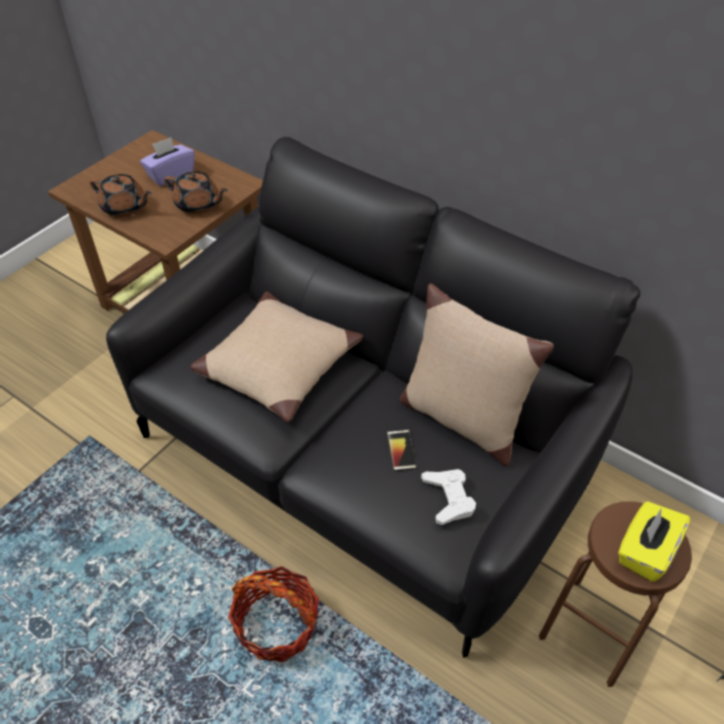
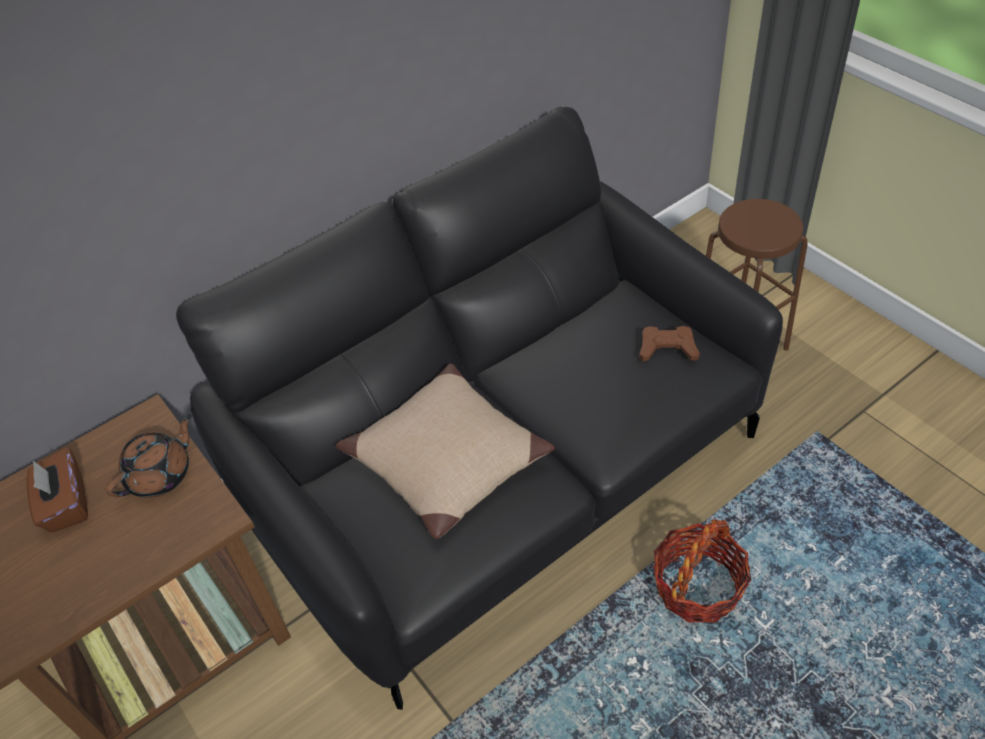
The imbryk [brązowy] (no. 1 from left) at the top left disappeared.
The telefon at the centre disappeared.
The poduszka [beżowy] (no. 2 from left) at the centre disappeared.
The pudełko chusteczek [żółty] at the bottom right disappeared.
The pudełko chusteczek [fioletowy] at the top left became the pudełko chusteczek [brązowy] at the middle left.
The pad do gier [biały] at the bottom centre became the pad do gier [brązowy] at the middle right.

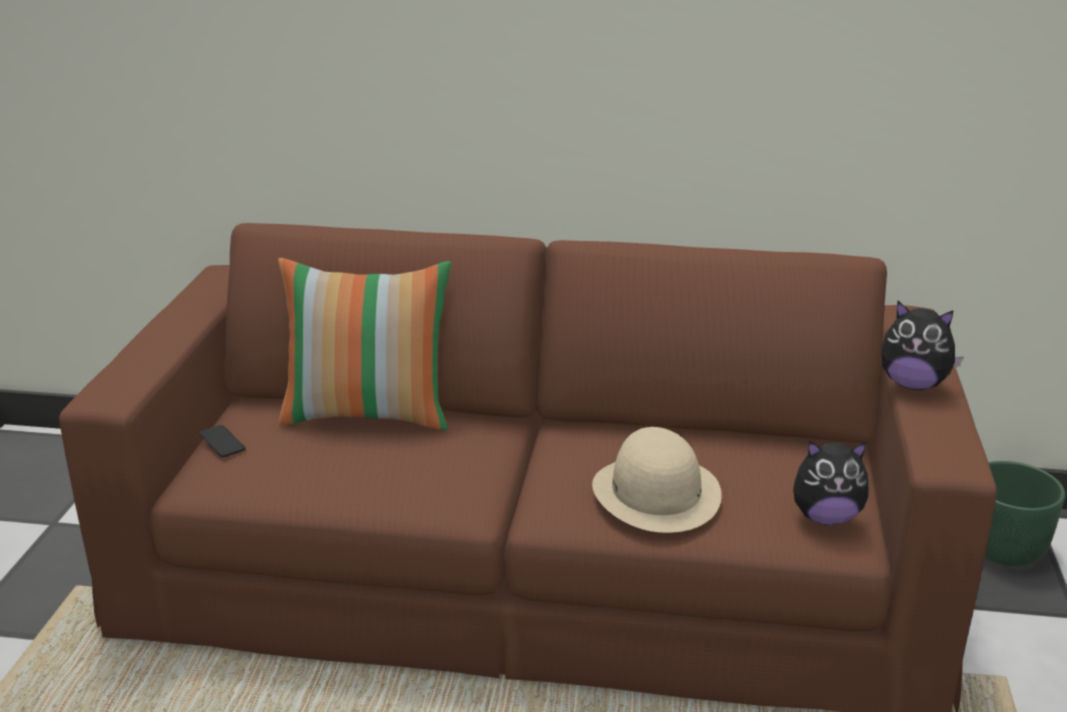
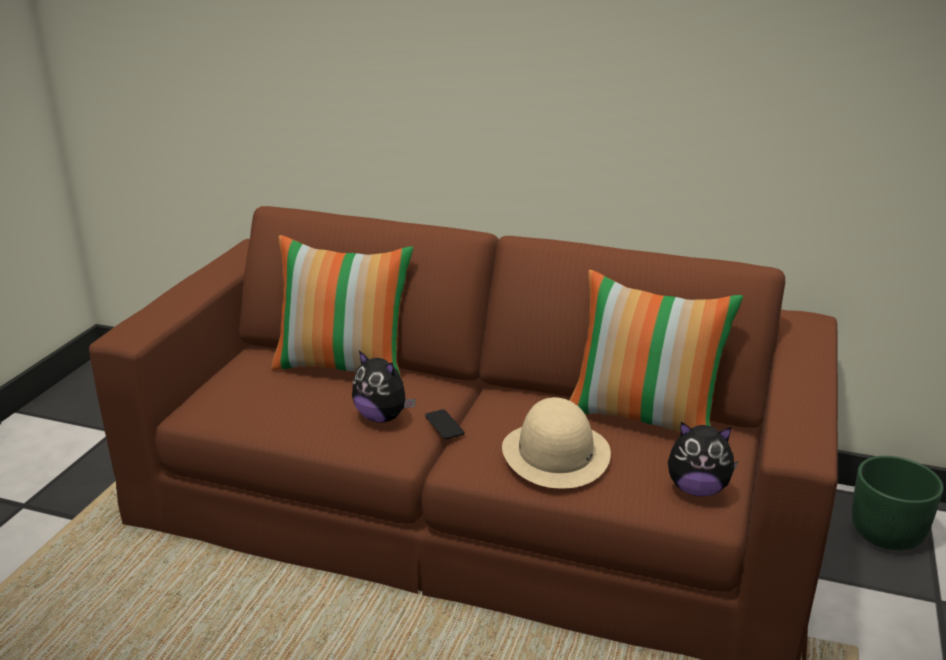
The poduszka (no. 2 from left) at the middle right appeared.
The telefon moved from the middle left to the centre.
The pluszak (no. 2 from left in the first image) moved from the middle right to the centre.

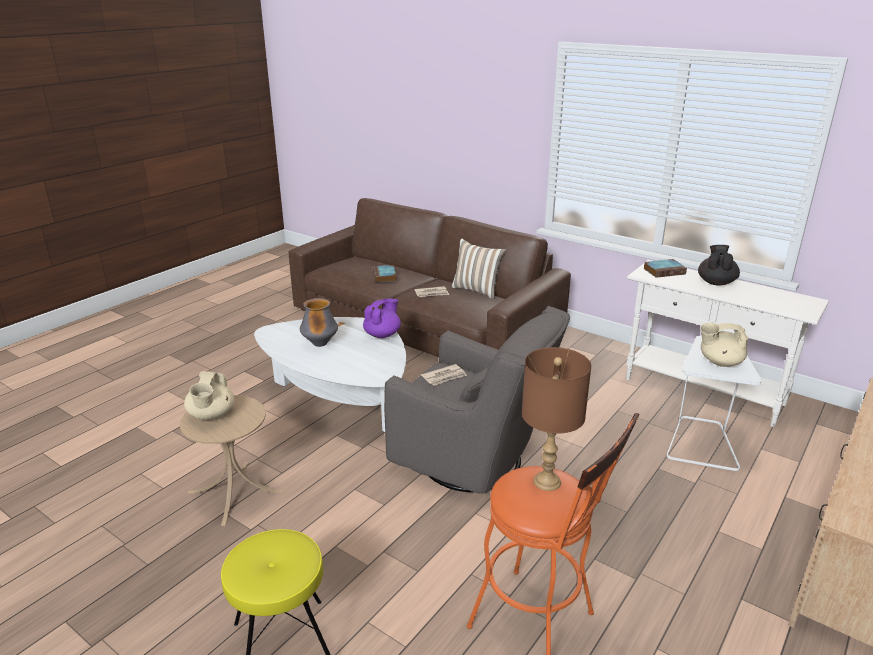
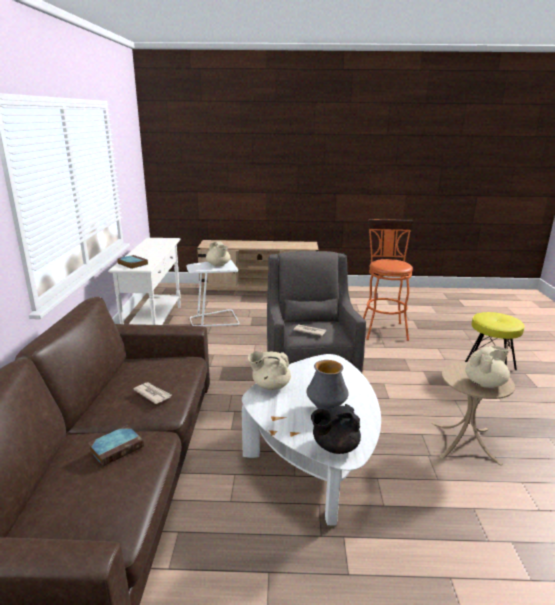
The poduszka at the centre disappeared.
The lampa stołowa [brązowy] at the centre disappeared.
The imbryk [czarny] moved from the middle right to the bottom centre.
The imbryk [fioletowy] at the centre became the imbryk [beżowy] (no. 2 from left) at the centre.

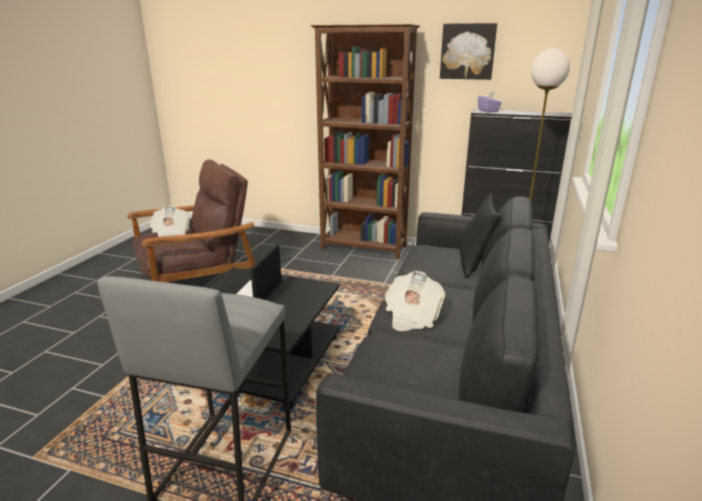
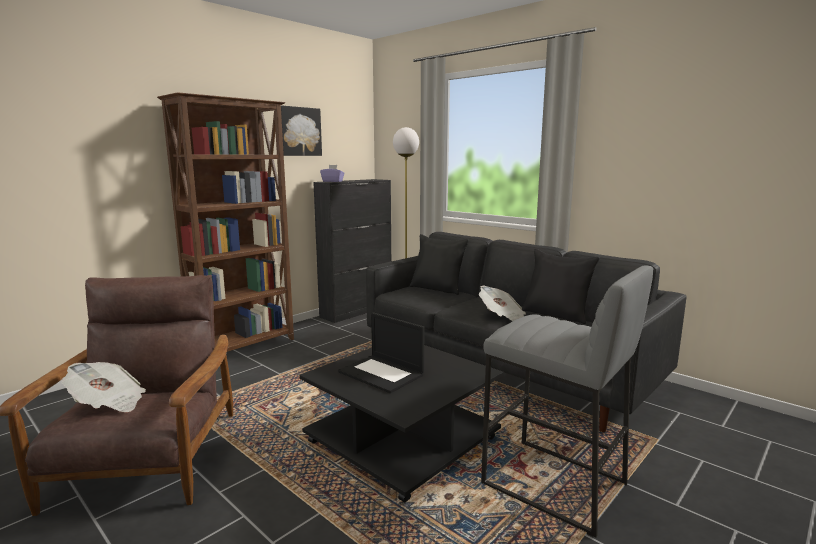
The poduszka [czarny] (no. 2 from left) at the middle right appeared.

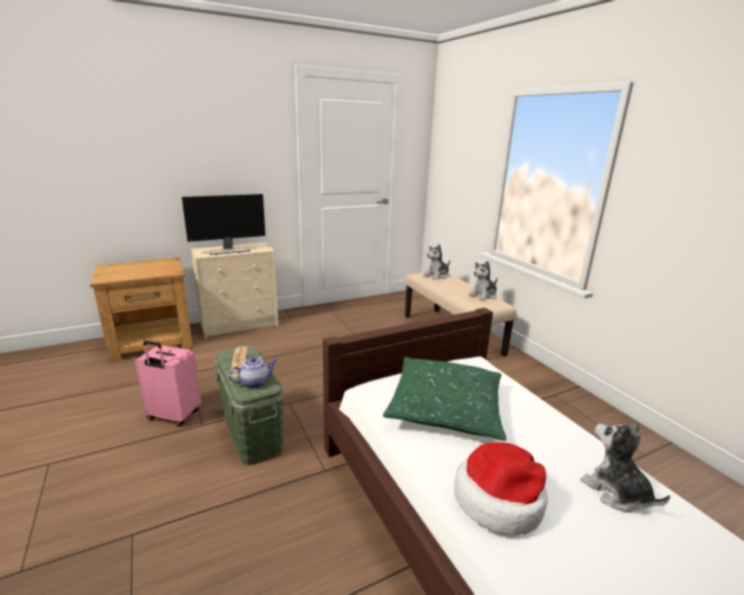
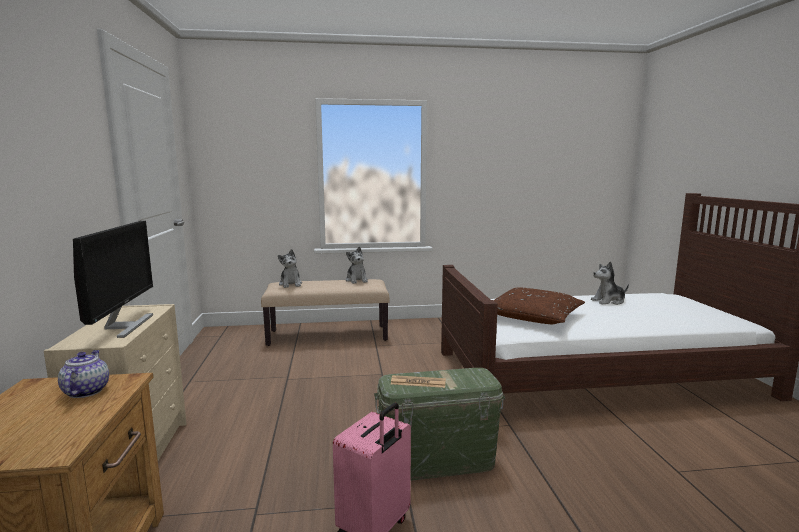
The kapelusz at the bottom right disappeared.
The imbryk moved from the centre to the bottom left.
The poduszka [zielony] at the bottom centre became the poduszka [brązowy] at the middle right.

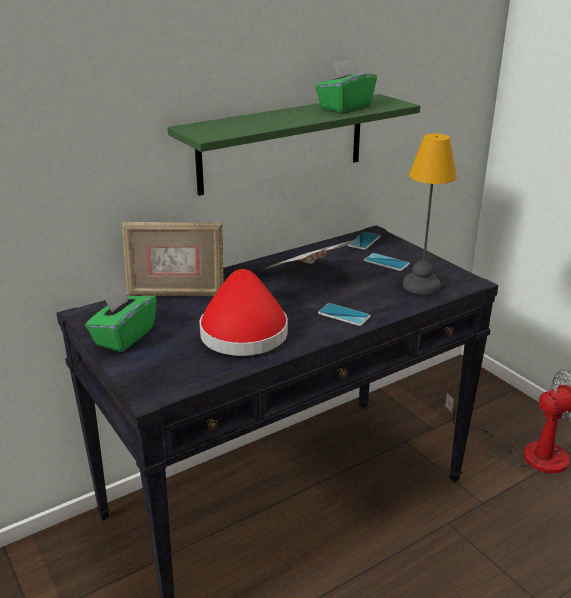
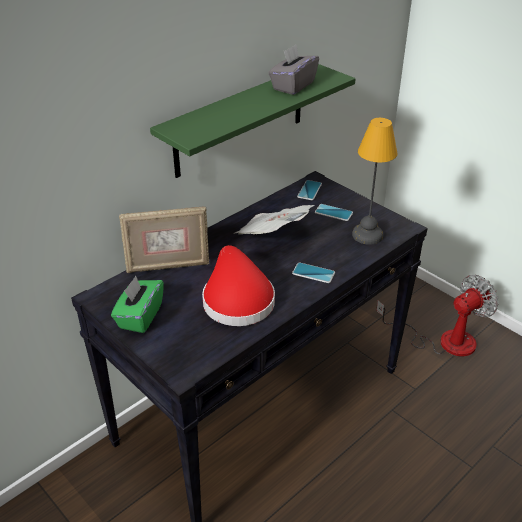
The pudełko chusteczek [zielony] (no. 2 from left) at the top centre became the pudełko chusteczek [szary] at the top centre.

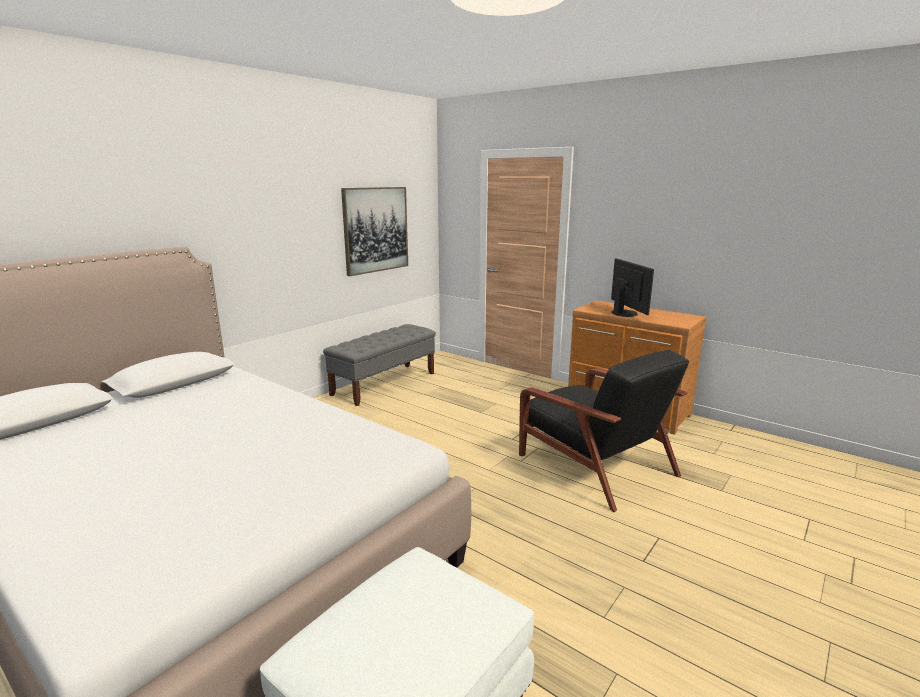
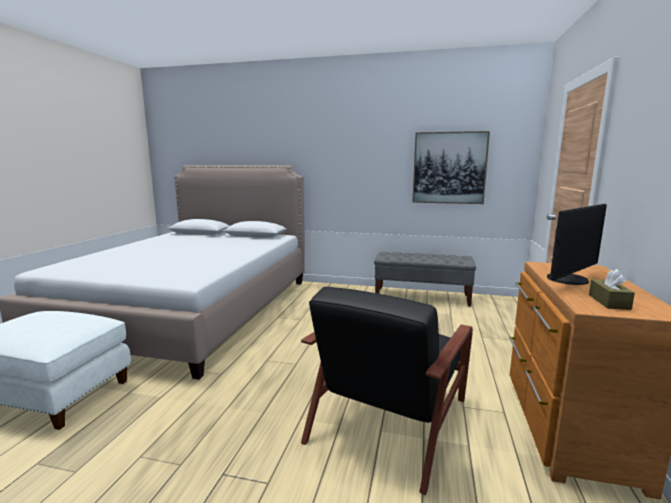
The pudełko chusteczek [brązowy] at the middle right appeared.

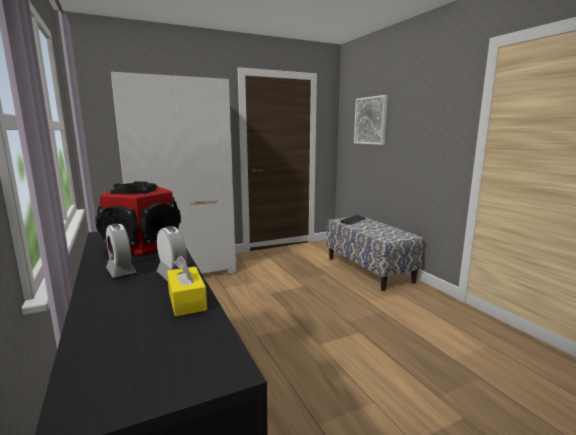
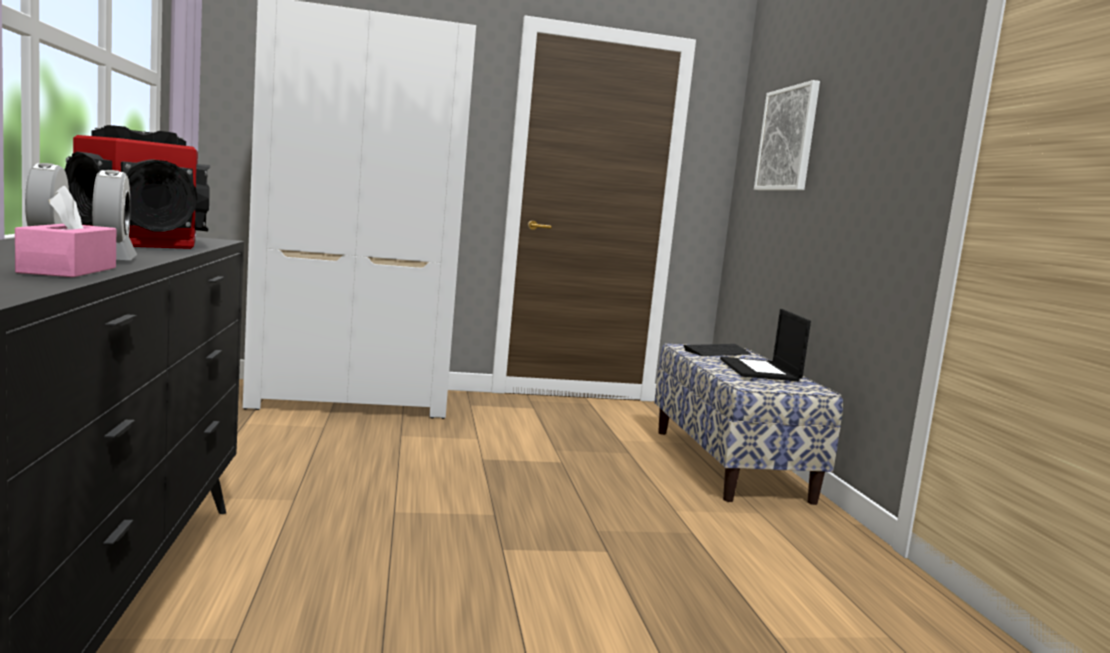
The laptop at the middle right appeared.
The pudełko chusteczek [żółty] at the middle left became the pudełko chusteczek [różowy] at the middle left.

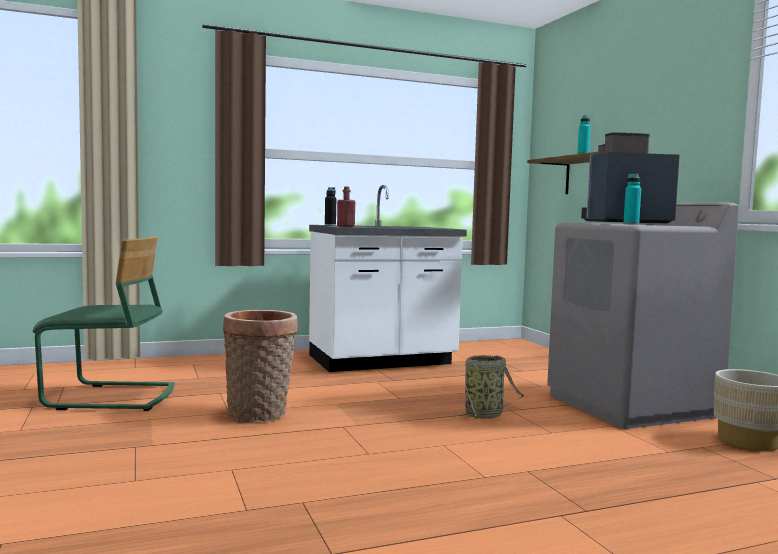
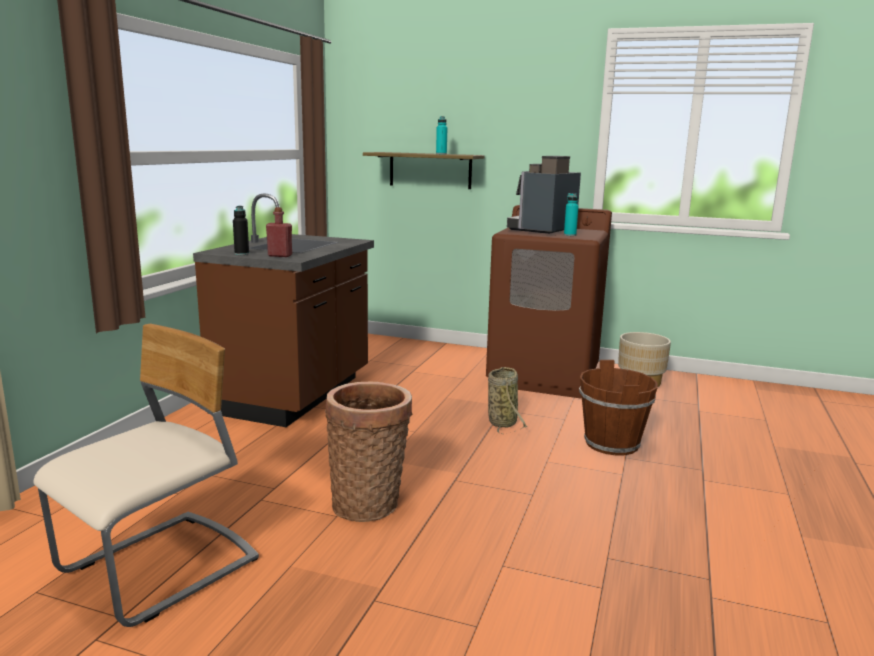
The wiadro [brązowy] at the middle right appeared.
The krzesło [zielony] at the middle left became the krzesło [beżowy] at the bottom left.
The zabudowa kuchenna [biały] at the centre became the zabudowa kuchenna [brązowy] at the middle left.
The pralka [szary] at the middle right became the pralka [brązowy] at the centre.

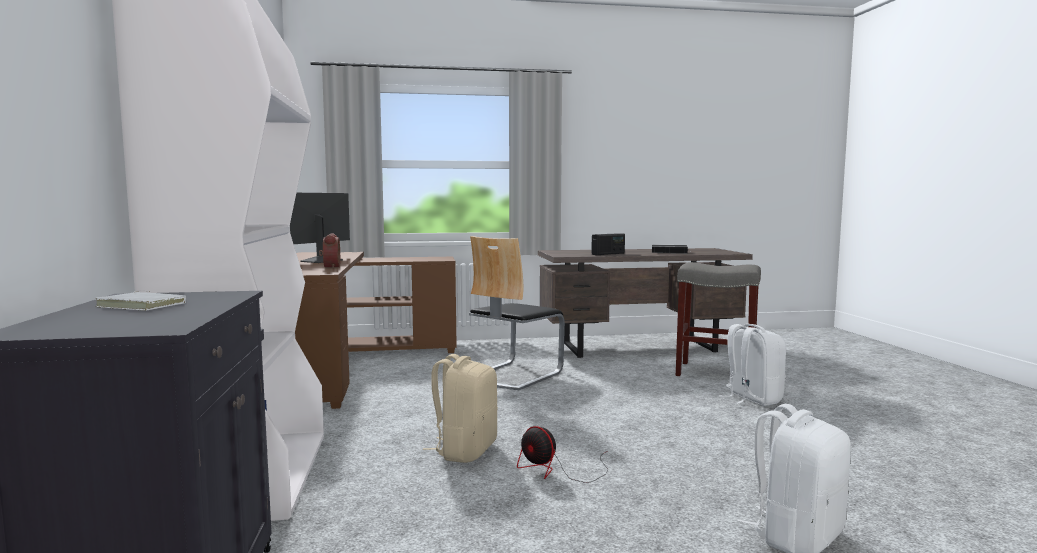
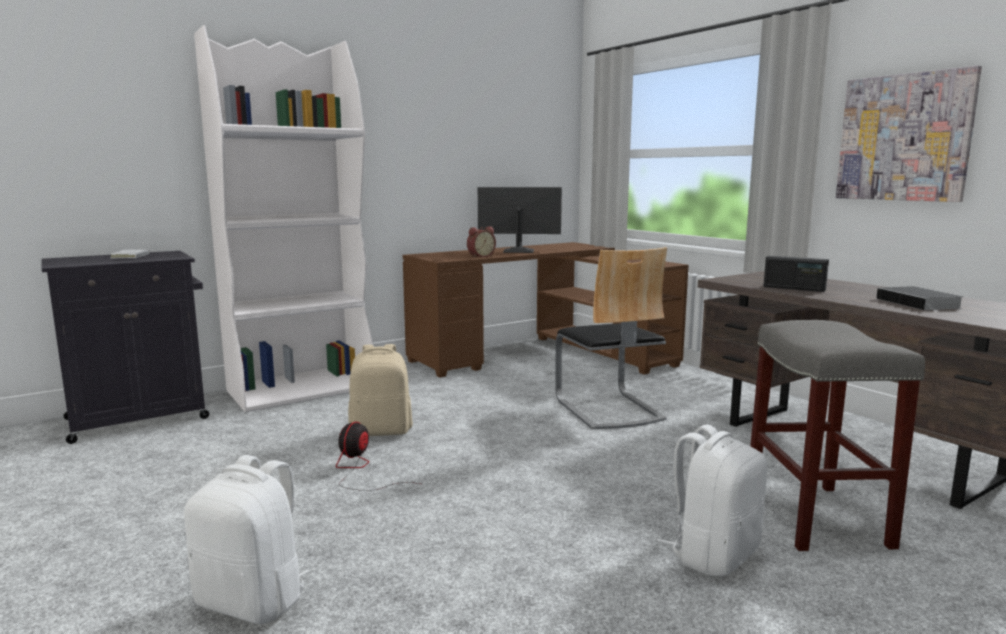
The obraz at the top right appeared.
The krzesło at the centre turned 120 degrees counterclockwise.

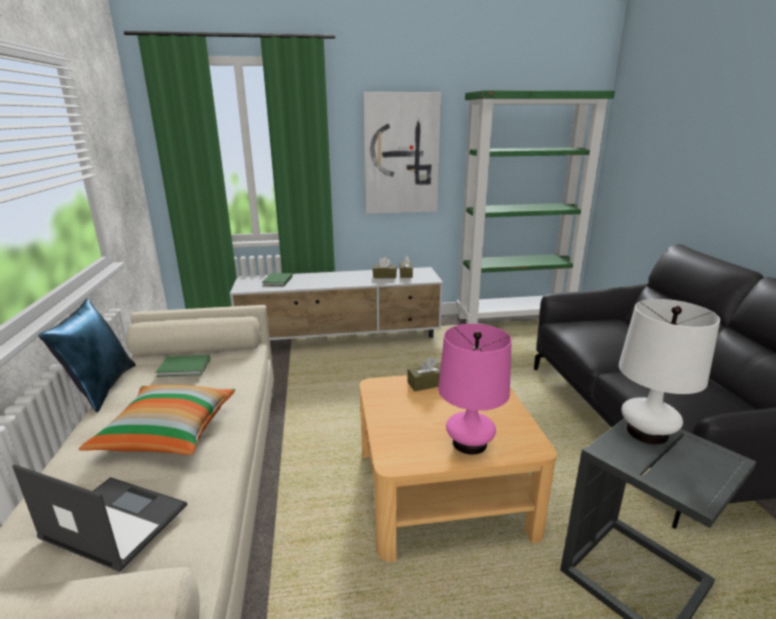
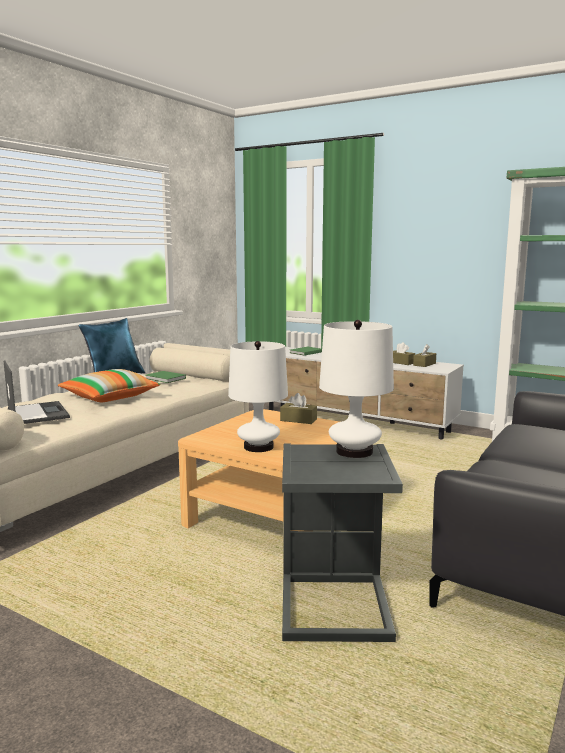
The obraz at the top centre disappeared.
The lampa stołowa [różowy] at the centre became the lampa stołowa [biały] (no. 1 from left) at the centre.

